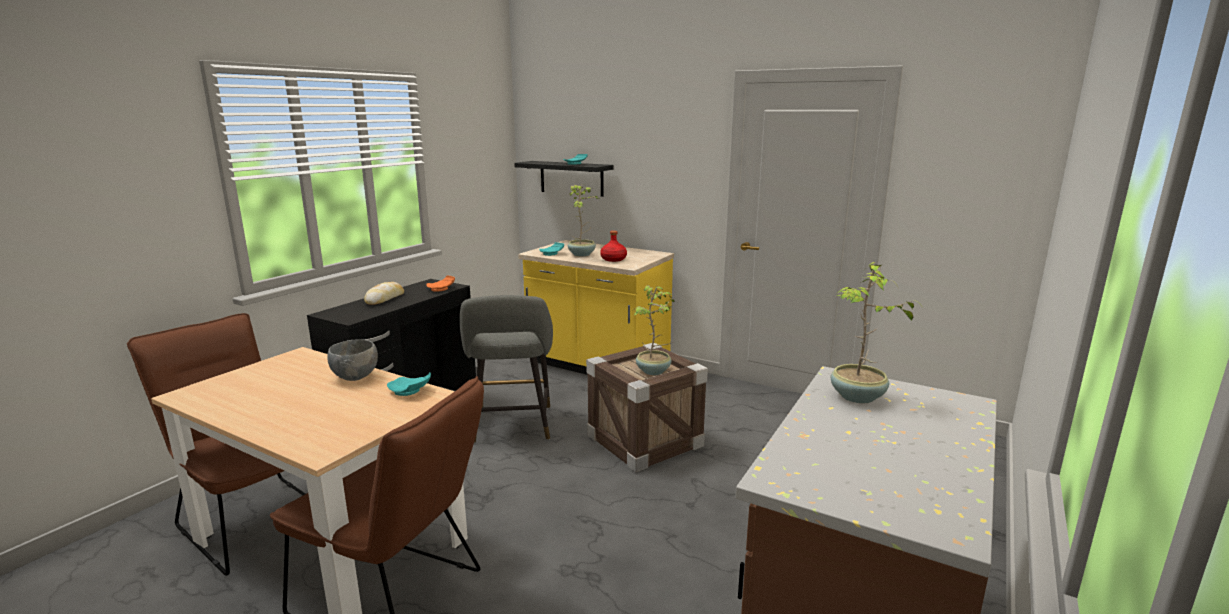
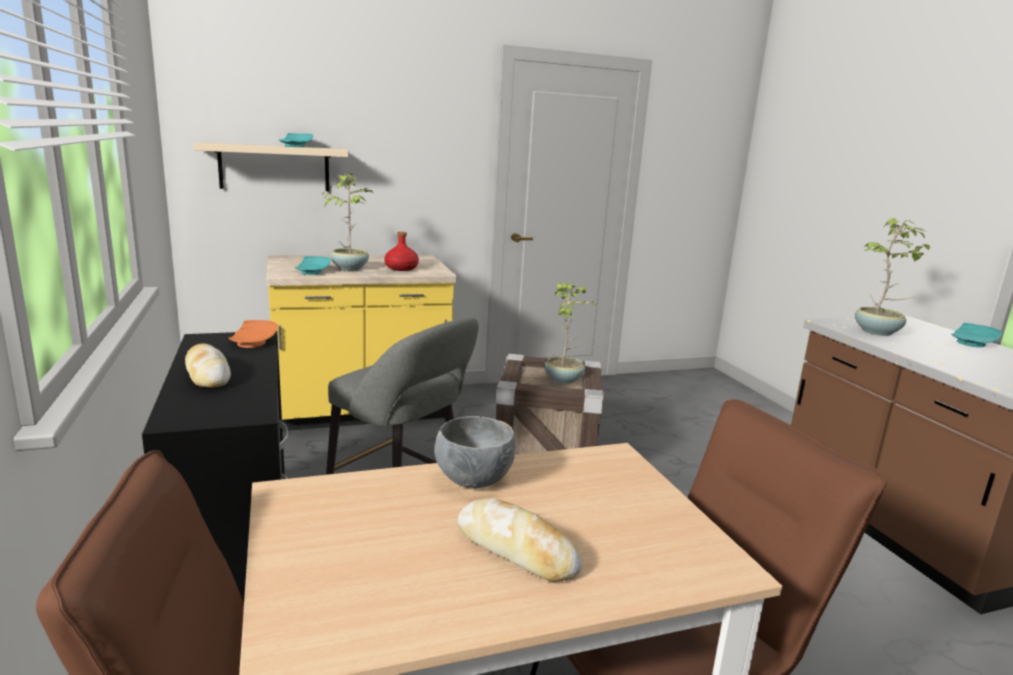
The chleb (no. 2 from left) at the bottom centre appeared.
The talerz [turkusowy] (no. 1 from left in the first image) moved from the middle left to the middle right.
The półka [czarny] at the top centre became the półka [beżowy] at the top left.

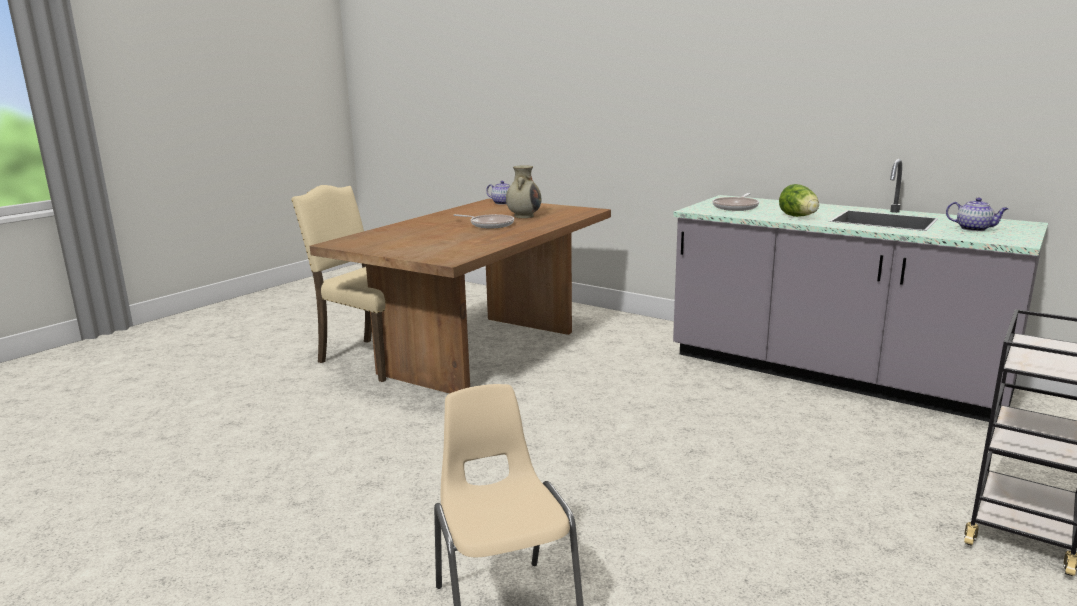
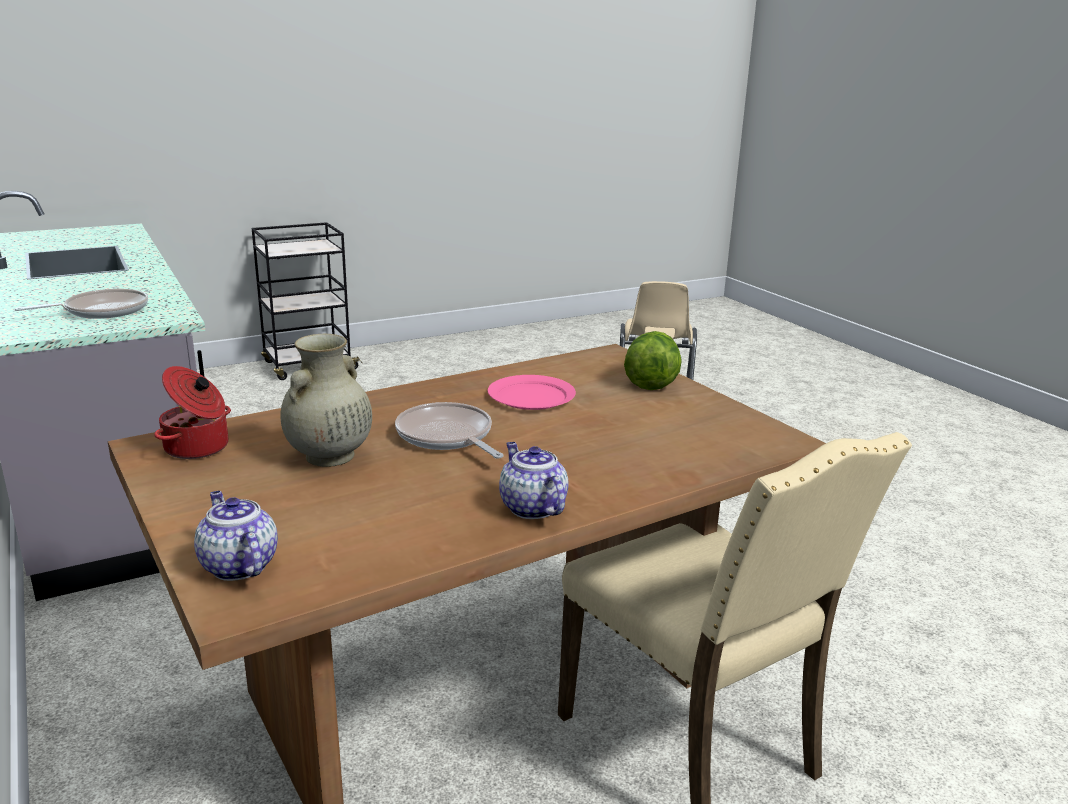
The garnek at the middle left appeared.
The talerz [różowy] at the centre appeared.
The sałata moved from the top right to the centre.
The imbryk (no. 2 from left) moved from the middle right to the centre.

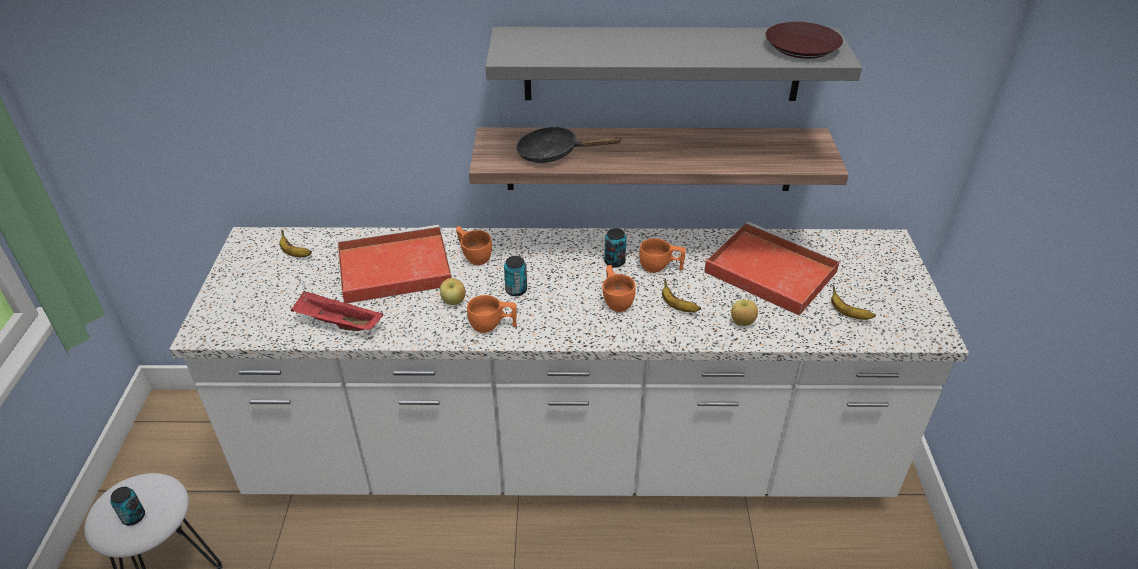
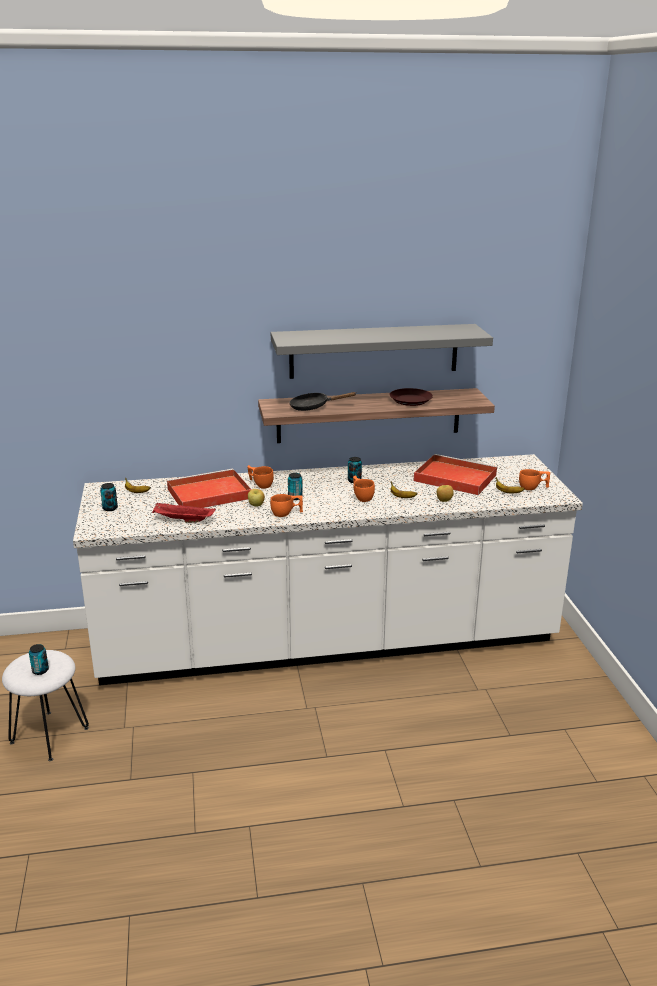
The puszka (no. 2 from left) at the middle left appeared.
The filiżanka [pomarańczowy] (no. 4 from left) moved from the centre to the middle right.
The talerz [brązowy] moved from the top right to the centre.

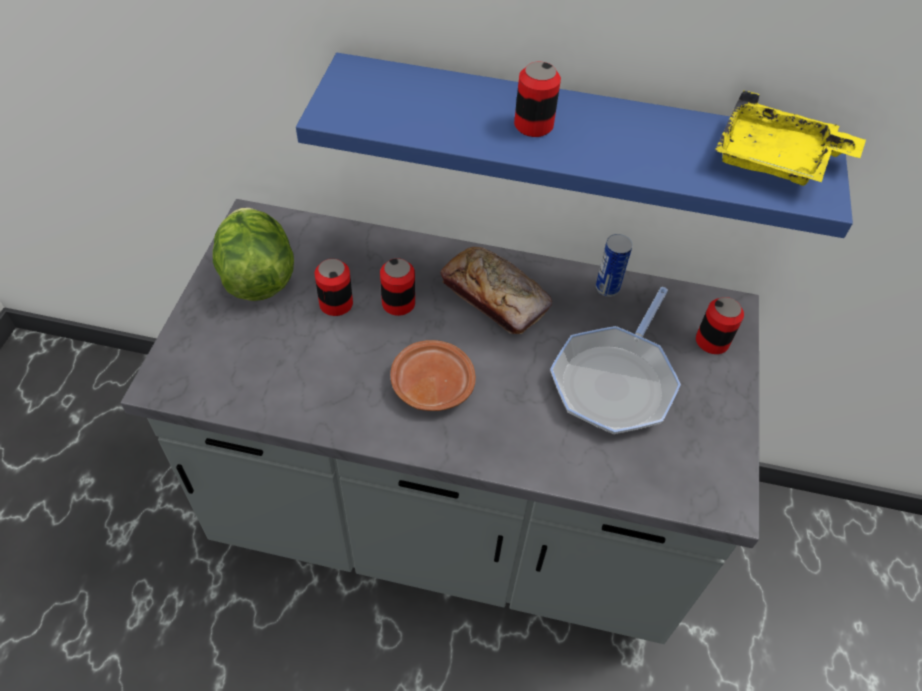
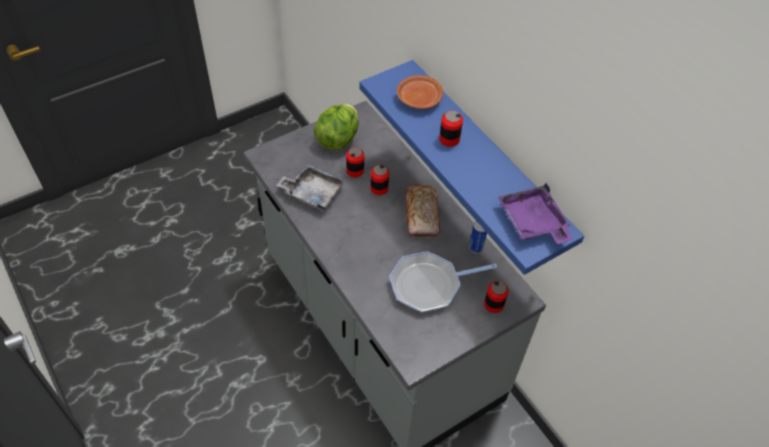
The taca [szary] at the centre appeared.
The talerz [brązowy] moved from the centre to the top centre.
The taca [żółty] at the top right became the taca [fioletowy] at the middle right.

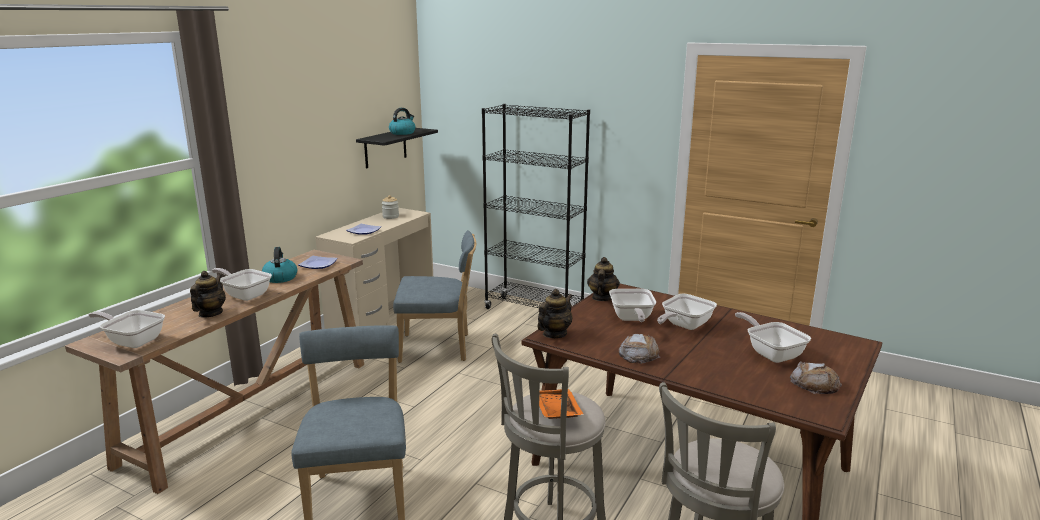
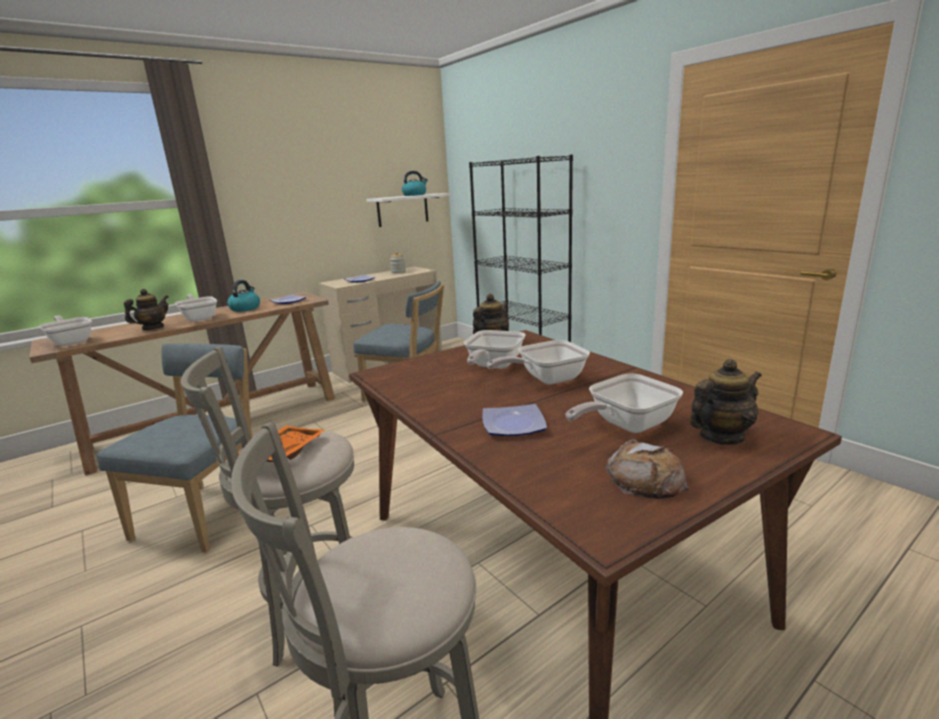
The chleb (no. 1 from left) at the bottom centre disappeared.
The talerz (no. 3 from left) at the centre appeared.
The imbryk (no. 2 from left in the first image) moved from the centre to the middle right.
The półka [czarny] at the top centre became the półka [biały] at the top centre.
The patelnia (no. 5 from left) at the middle right turned 120 degrees counterclockwise.

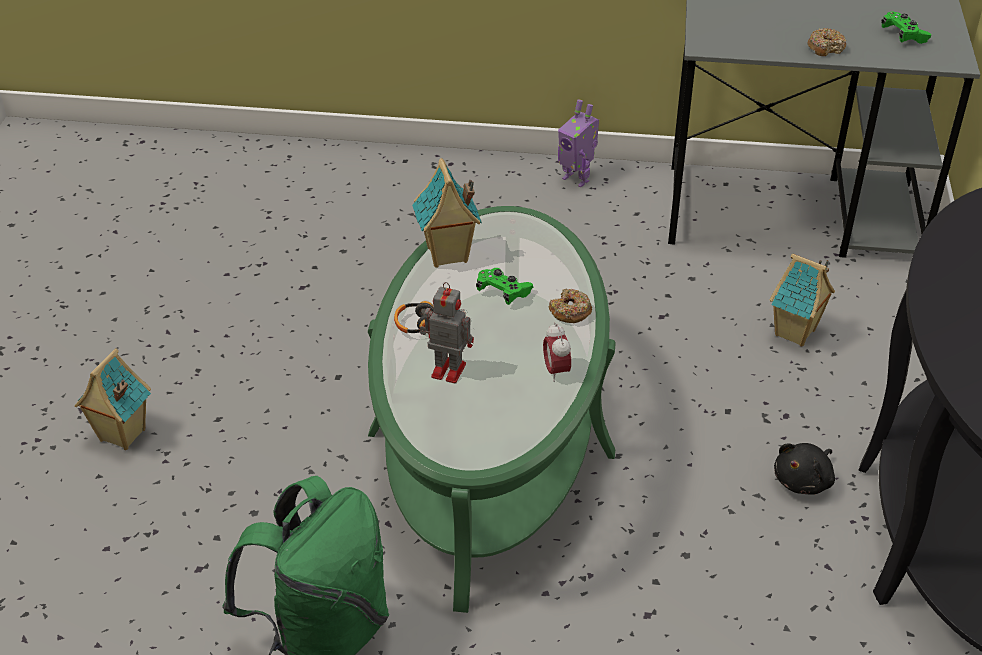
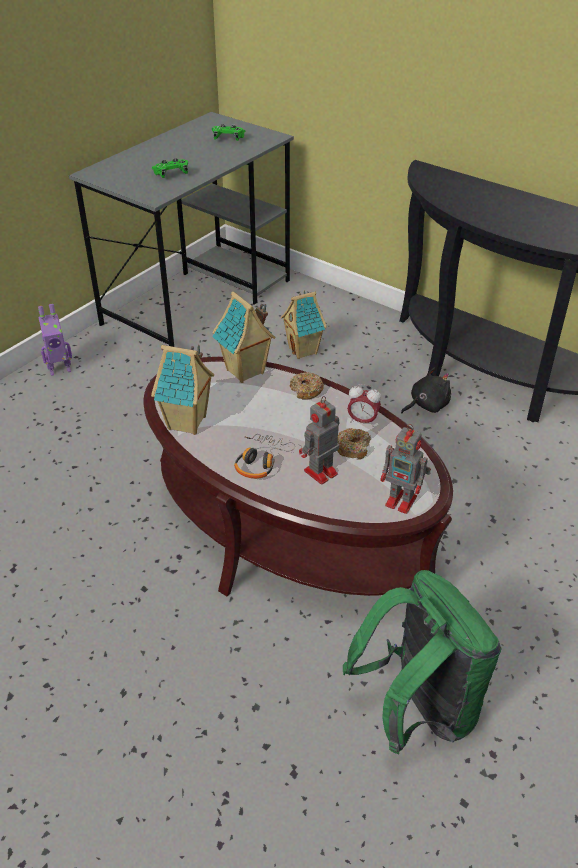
The robot zabawkowy (no. 3 from left) at the middle right appeared.
The domek (no. 1 from left in the first image) moved from the middle left to the centre.
The pad do gier [zielony] (no. 1 from left) moved from the centre to the top left.
The donut (no. 2 from left) moved from the top right to the centre.
The ława [zielony] at the centre became the ława [brązowy] at the centre.
The pluszak [czarny] at the bottom right turned 105 degrees counterclockwise.

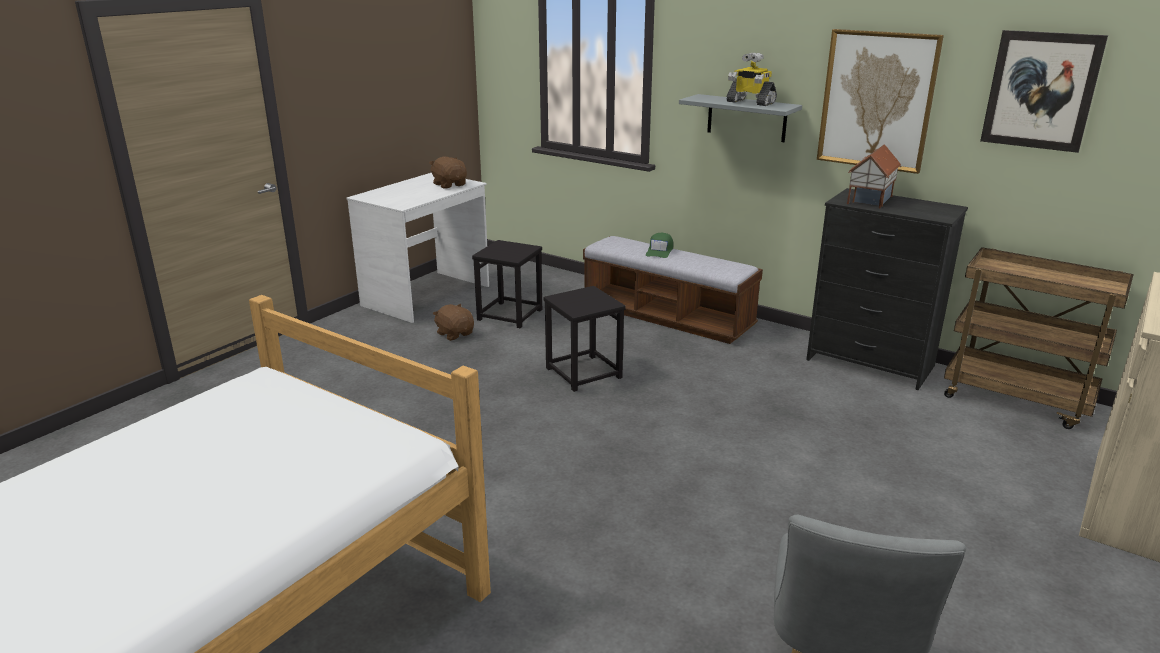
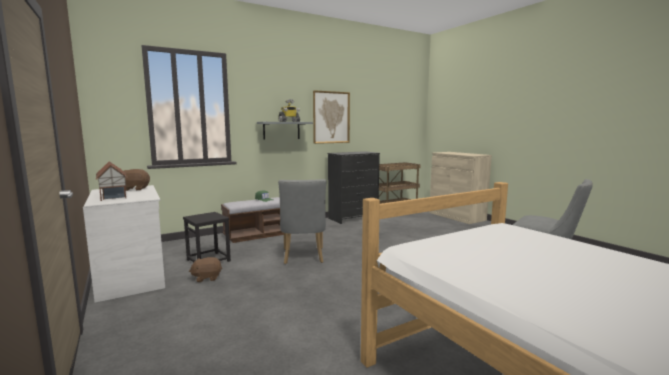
The obraz (no. 2 from left) at the top right disappeared.
The domek moved from the top right to the middle left.
The stołek [czarny] (no. 2 from left) at the centre was replaced by the krzesło [szary] (no. 1 from left) at the centre.

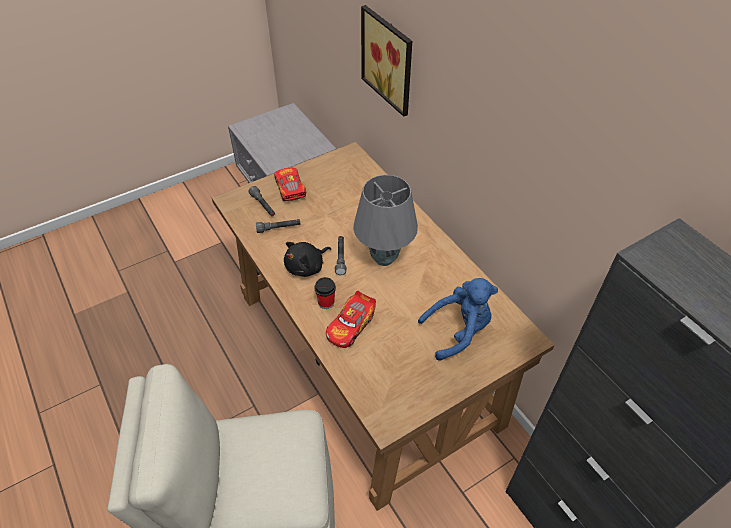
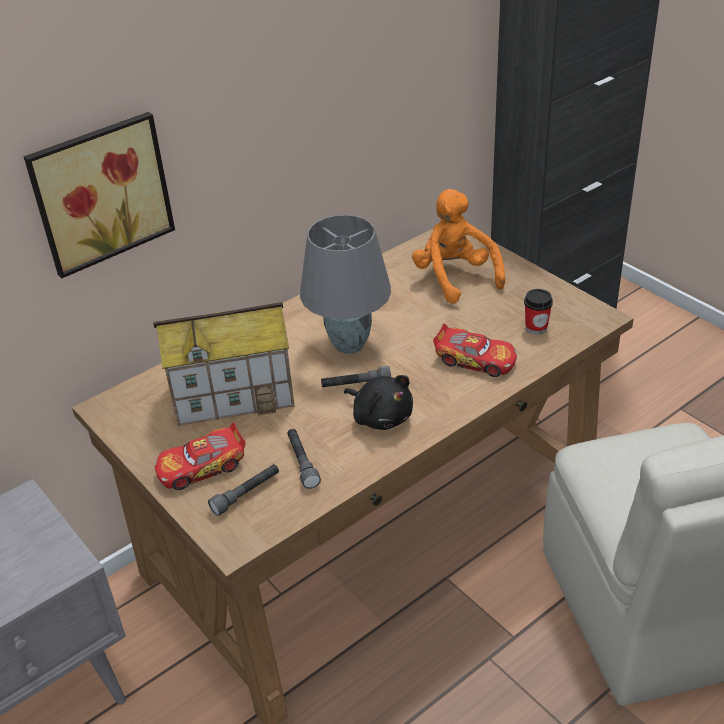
The domek at the middle left appeared.
The filiżanka moved from the centre to the middle right.
The pluszak [niebieski] at the centre became the pluszak [pomarańczowy] at the centre.

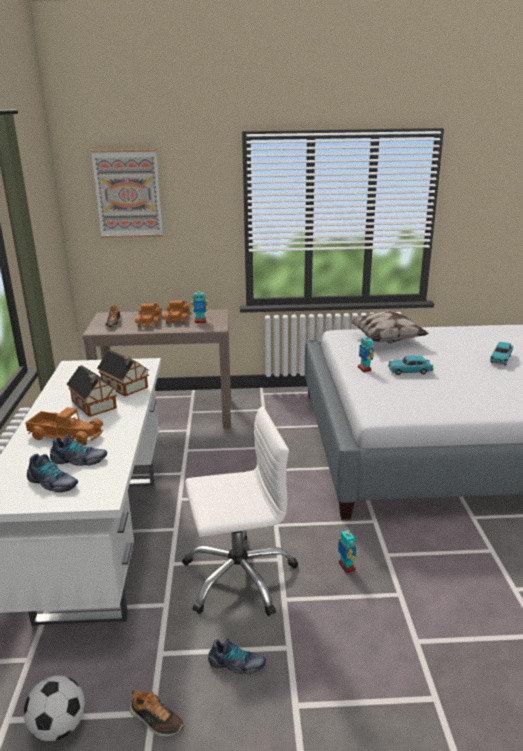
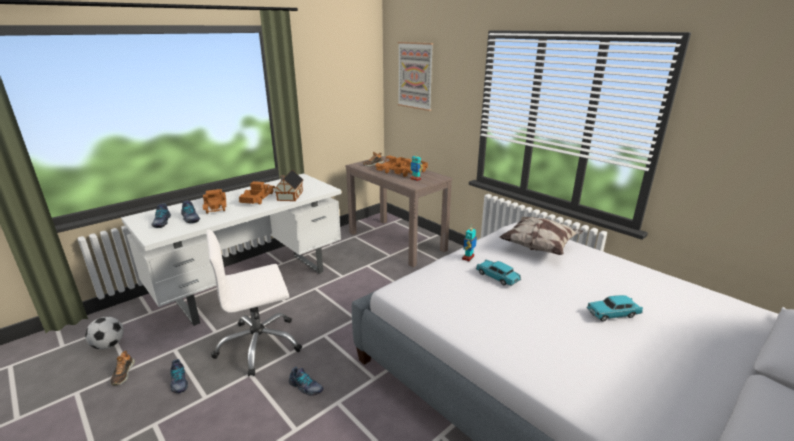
The domek (no. 1 from left) at the middle left was replaced by the ciężarówka zabawkowa (no. 2 from left) at the middle left.
The robot zabawkowy (no. 2 from left) at the bottom centre was replaced by the but (no. 5 from left) at the bottom centre.
The krzesło biurowe [biały] at the bottom centre turned 120 degrees clockwise.

